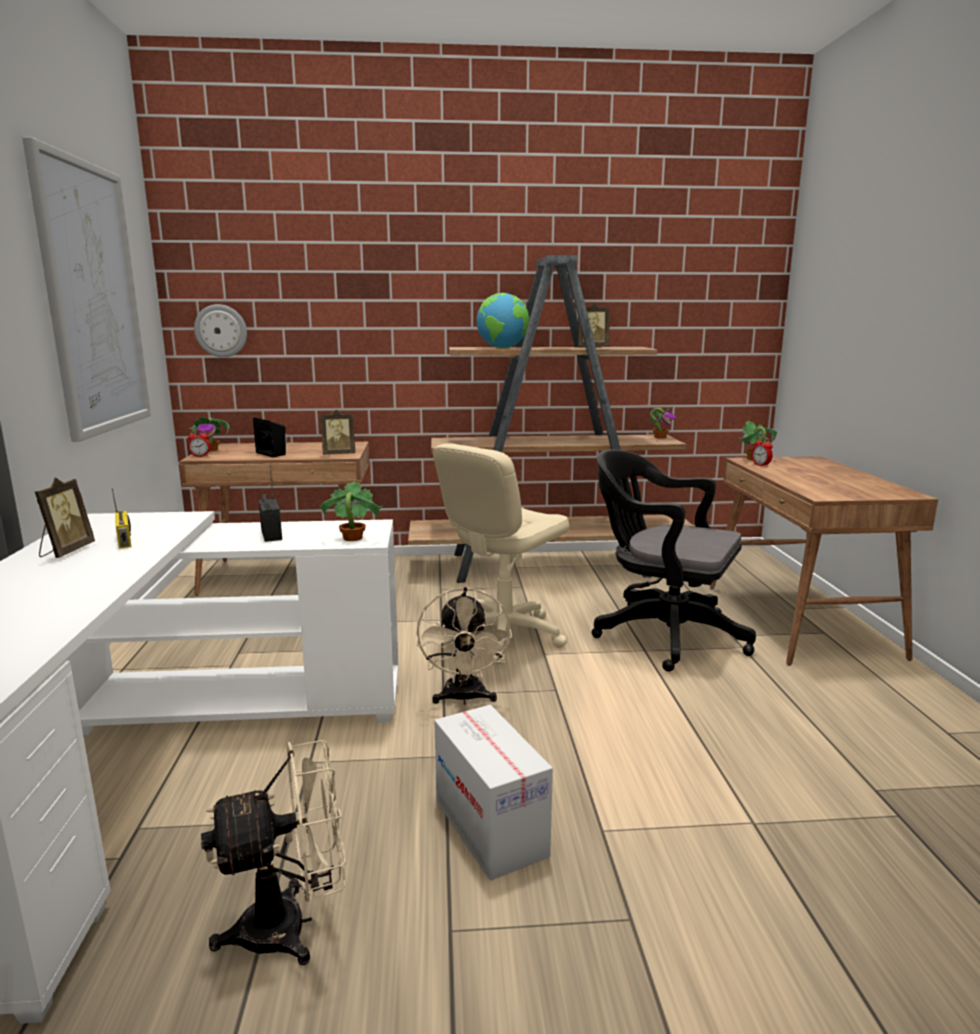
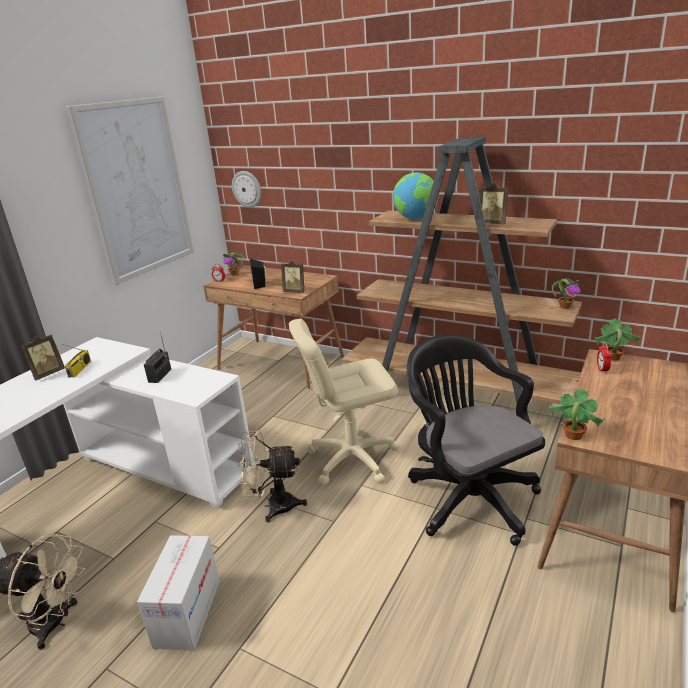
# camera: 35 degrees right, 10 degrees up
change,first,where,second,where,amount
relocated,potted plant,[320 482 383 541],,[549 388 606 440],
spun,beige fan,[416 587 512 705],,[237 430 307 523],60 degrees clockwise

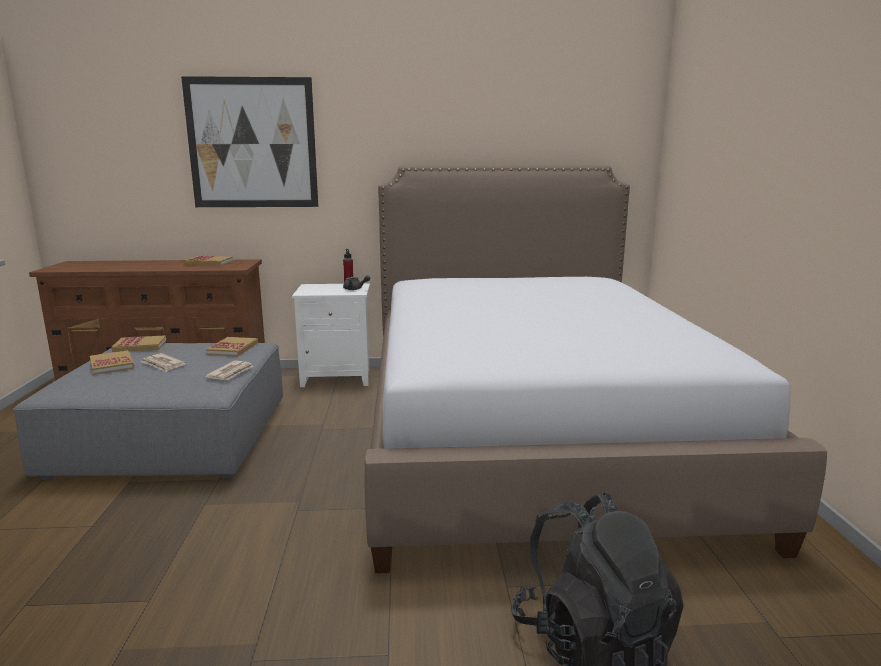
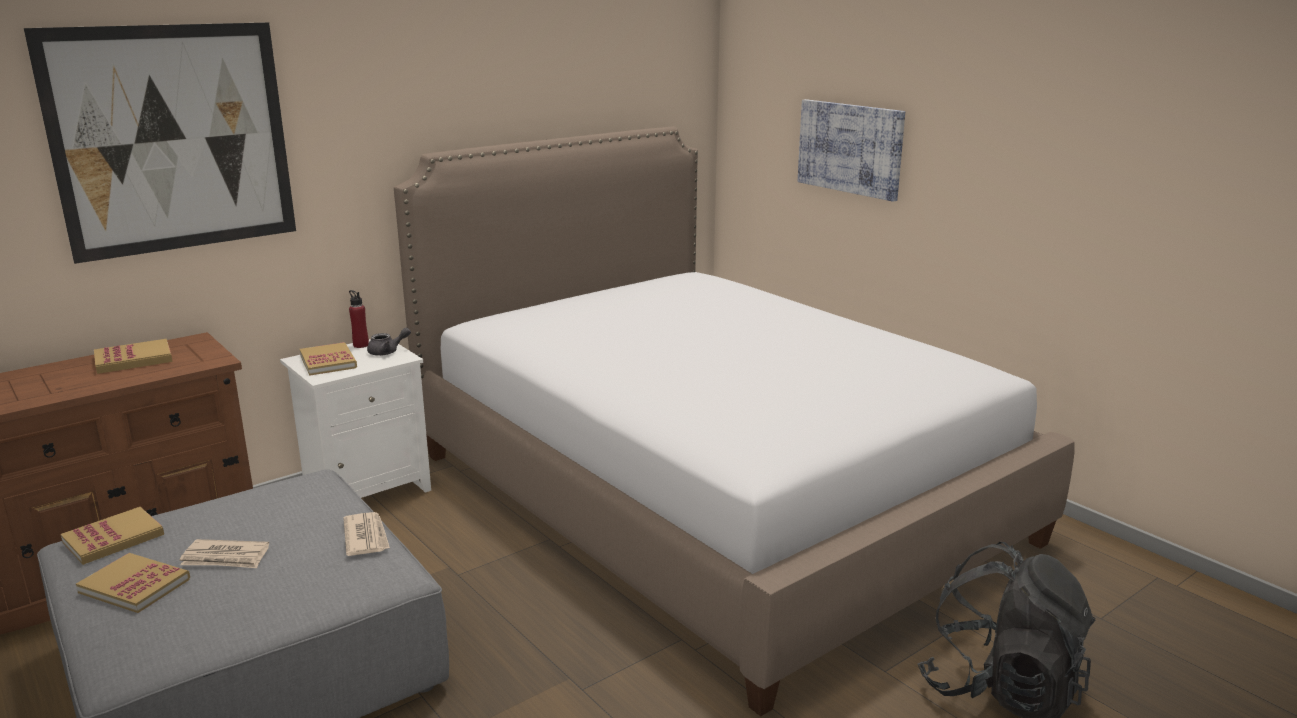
# camera: 35 degrees left, 5 degrees up
change,first,where,second,where,amount
relocated,book,[206 337 258 356],,[300 342 357 376],
appeared,,,picture,[798 99 905 202],

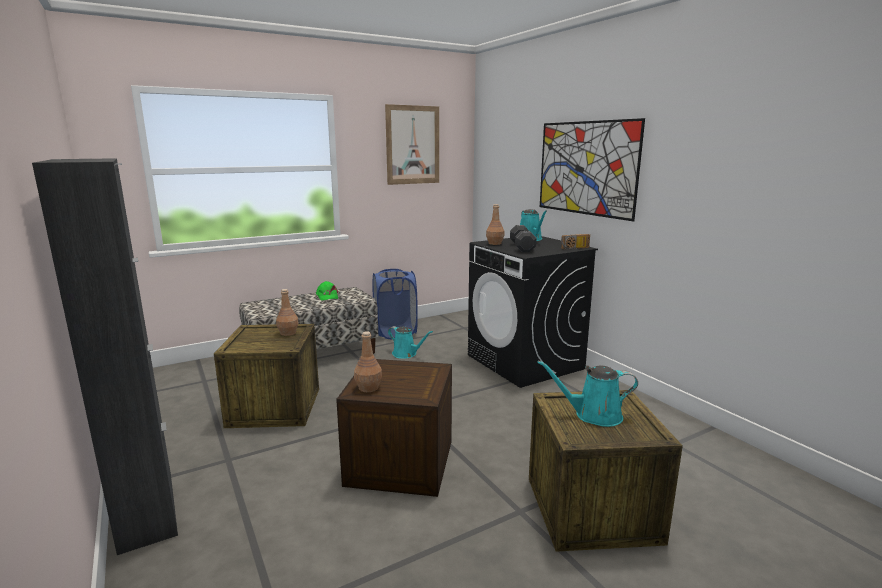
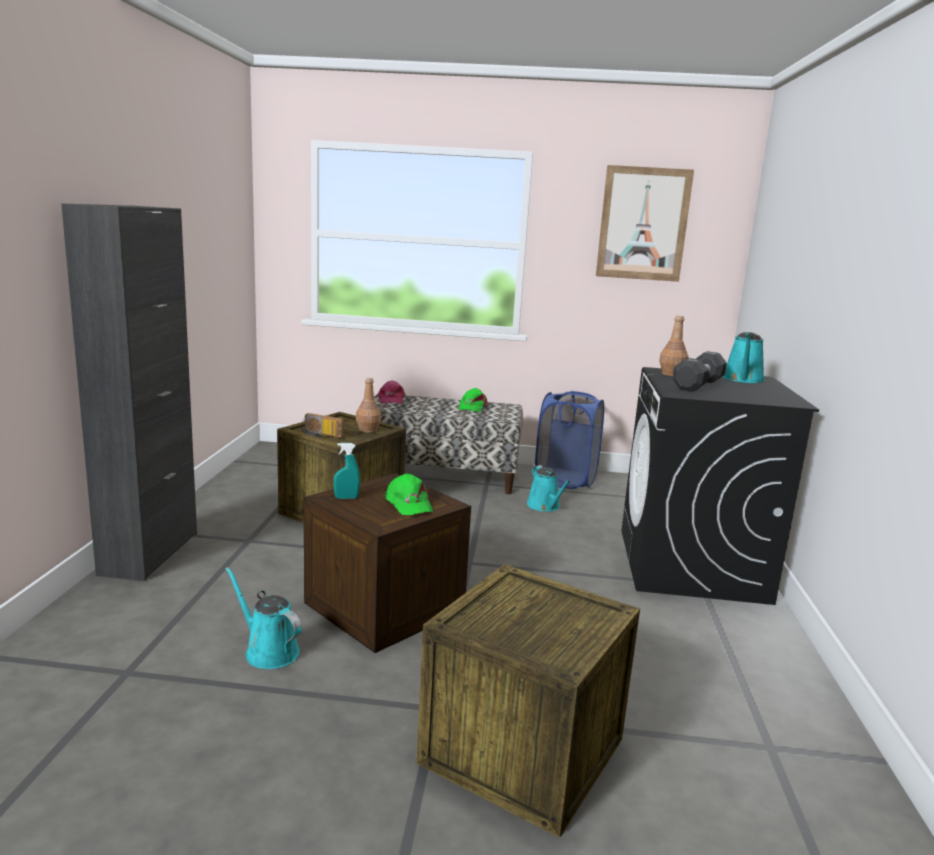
# camera: 35 degrees right, 0 degrees up
change,first,where,second,where,amount
exchanged,brown bottle,[354 331 382 392],turquoise spray bottle,[334 443 360 499],
relocated,turquoise watering can,[538 361 638 427],,[226 567 302 669],
missing,picture,[540 118 645 221],,,
relocated,radio,[561 234 590 250],,[301 413 344 438],
appeared,,,pink cap,[378 380 406 404],
appeared,,,green cap,[384 473 433 515],

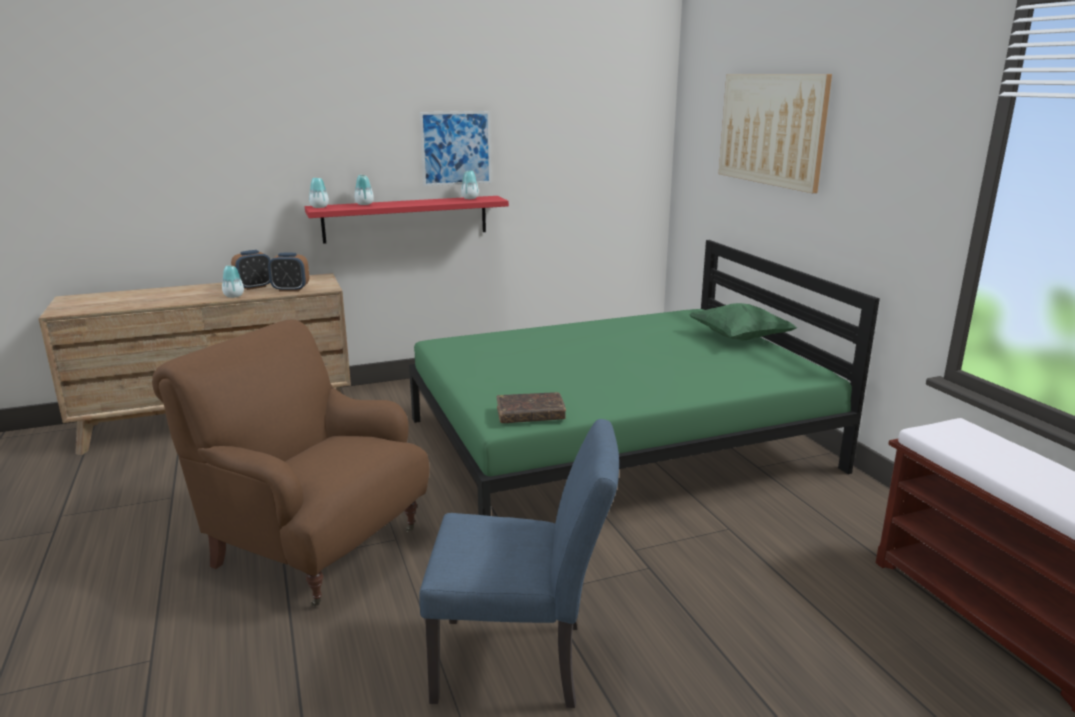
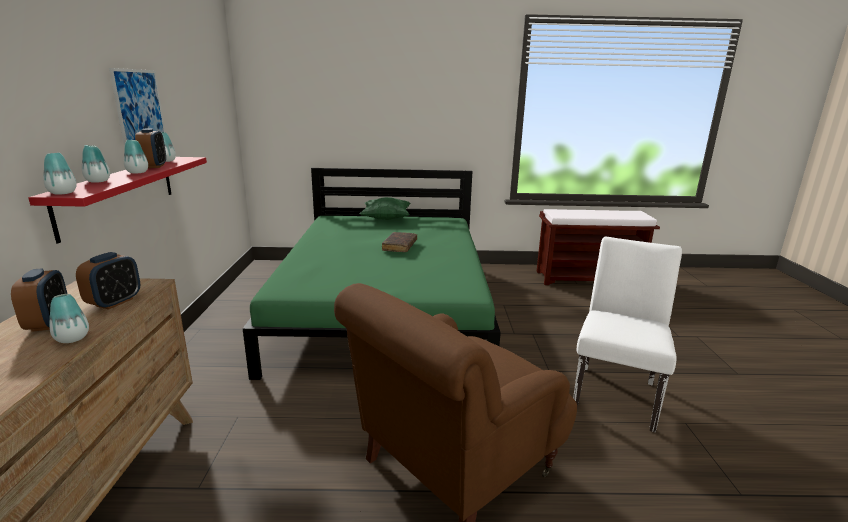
# camera: 70 degrees left, 0 degrees up
change,first,where,second,where,amount
colour,blue chair,[419 419 619 708],white chair,[573 237 682 432],
relocated,brown book,[496 392 566 423],,[382 232 417 252],
missing,picture,[719 74 832 193],,,
appeared,,,vase,[124 140 148 174],
appeared,,,alarm clock,[135 128 166 168],

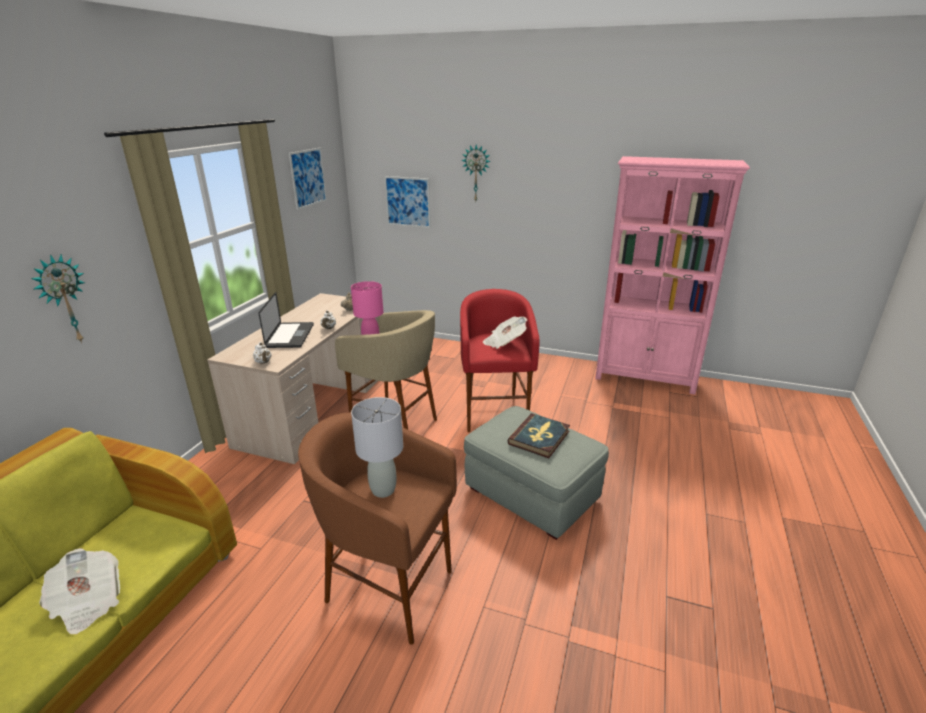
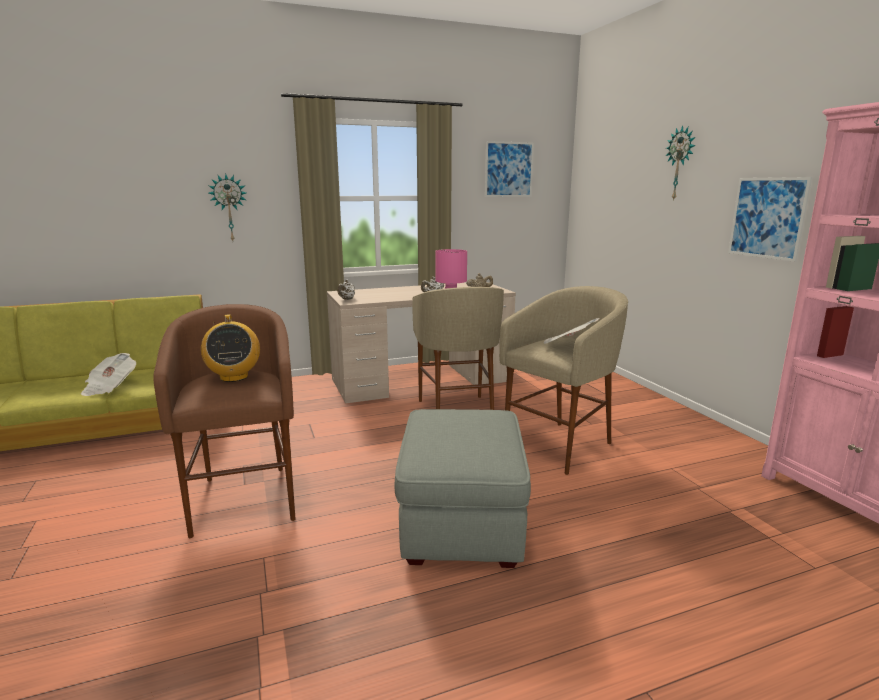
# camera: 50 degrees right, 10 degrees down
change,first,where,second,where,amount
missing,laptop,[259 292 314 348],,,
exchanged,grey table lamp,[351 397 403 498],radio,[201 314 260 382],
relocated,picture,[384 176 431 228],,[728 177 812 262],
colour,red stool,[460 289 540 432],beige stool,[499 286 628 475],
missing,book,[508 413 570 458],,,

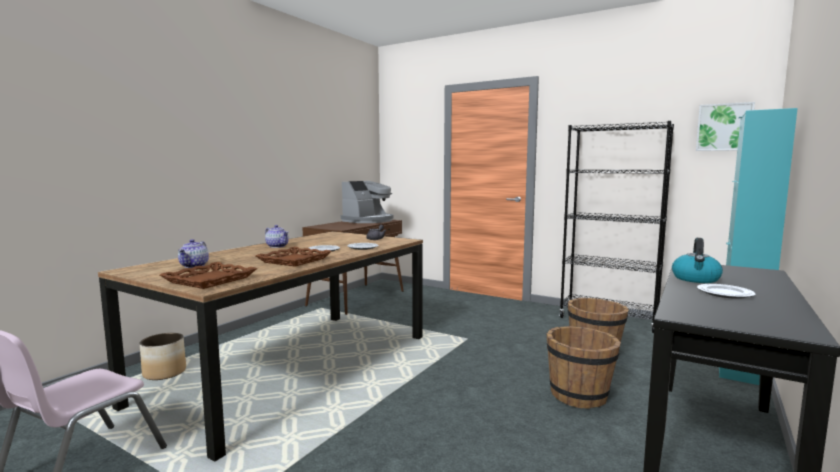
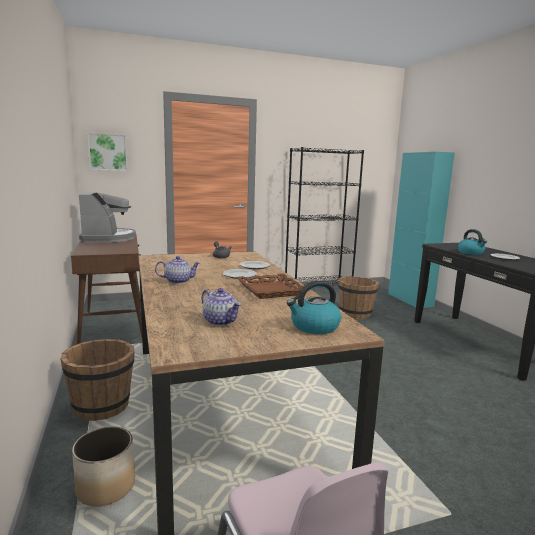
# camera: 50 degrees left, 5 degrees up
change,first,where,second,where,amount
exchanged,brown tray,[160 262 257 289],kettle,[287 281 341 334],
relocated,brown bucket,[546 326 621 409],,[60 339 135 421],
relocated,picture,[696 102 755 151],,[87 132 128 171],

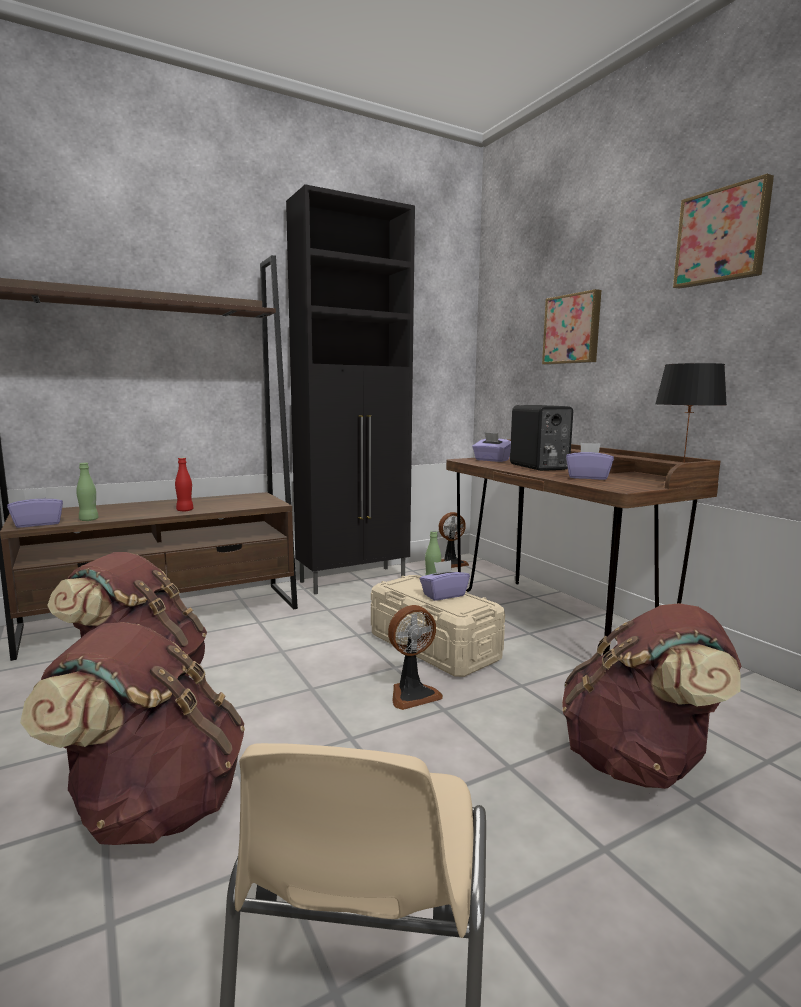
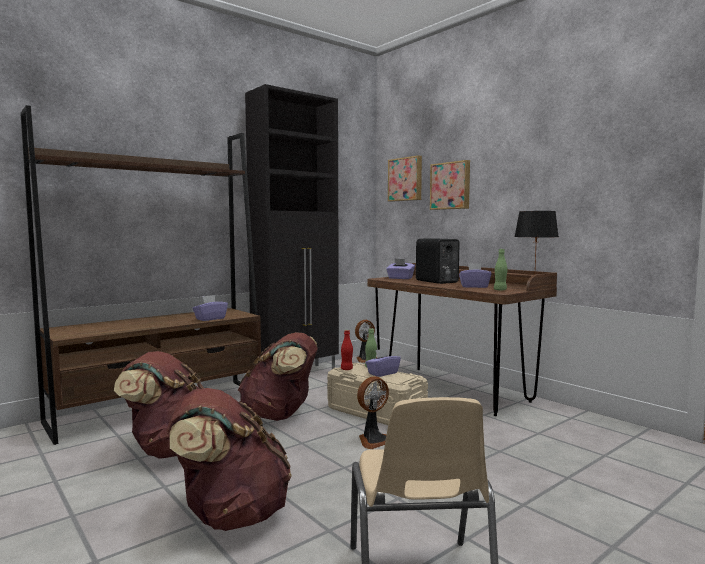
# camera: 10 degrees left, 5 degrees down
change,first,where,second,where,amount
relocated,purple tissue box,[7 488 63 528],,[193 295 228 321],
relocated,green bottle,[76 463 99 521],,[494 249 508 291],
relocated,red bottle,[175 458 193 511],,[341 330 353 370],
relocated,brown backpack,[562 603 741 789],,[238 332 318 421],
relocated,picture,[673 174 774 289],,[388 155 422 202],

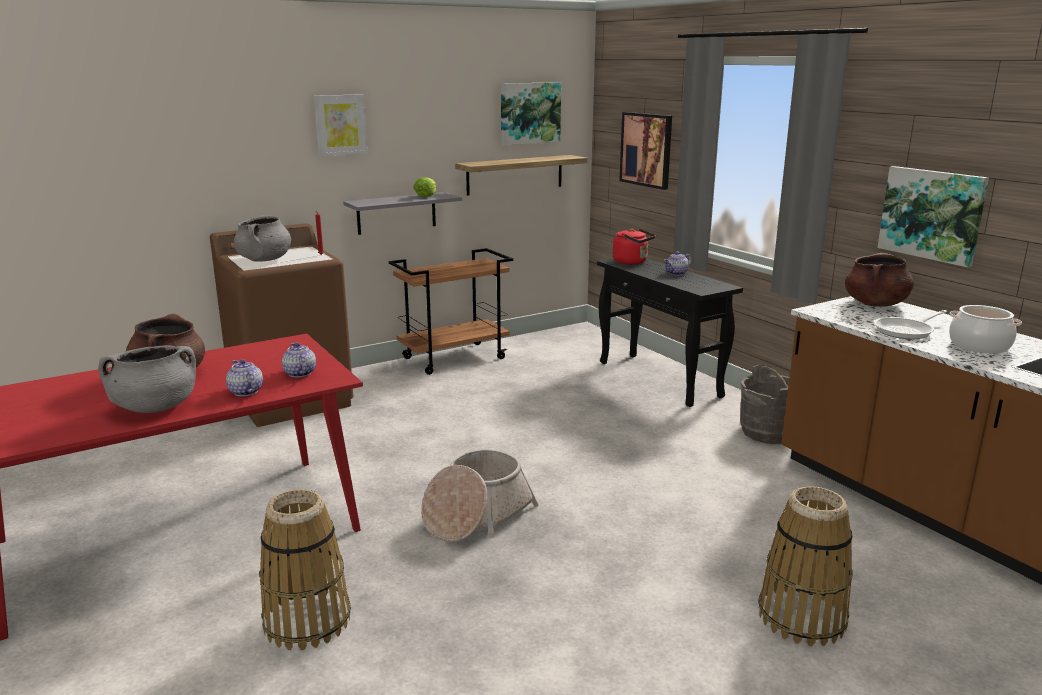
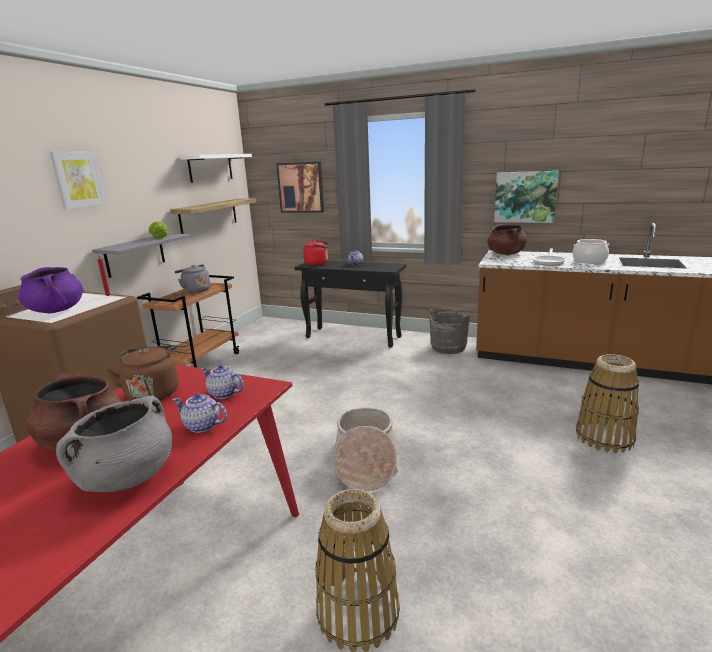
# camera: 35 degrees left, 0 degrees up
change,first,where,second,where,amount
colour,grey cooking pot,[234 215 291 261],purple cooking pot,[19 267 82 314],
exchanged,picture,[501 82 561 145],white shelf,[180 154 252 183],
appeared,,,brown kettle,[107 345 178 401],
appeared,,,grey kettle,[175 264 210 293],

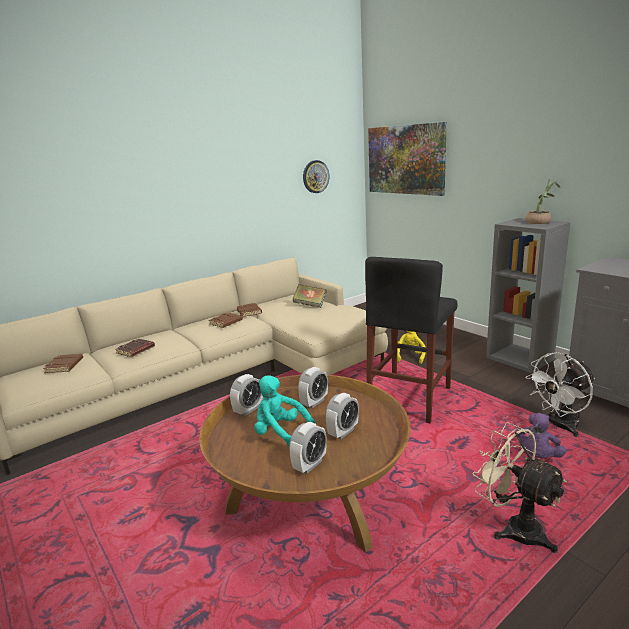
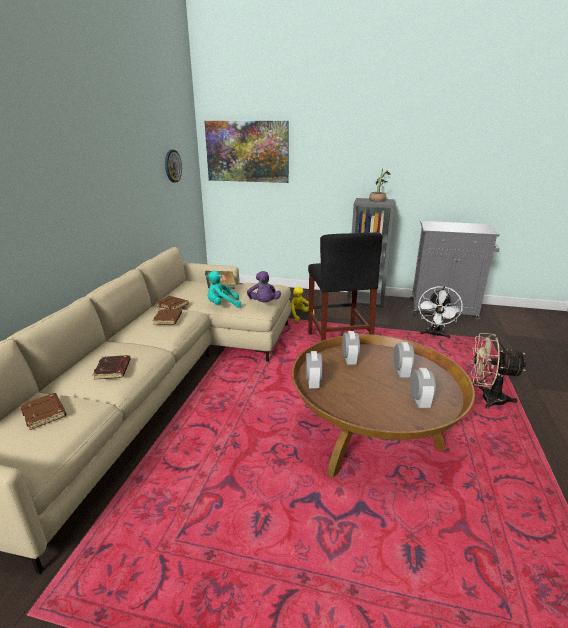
# camera: 40 degrees left, 5 degrees up
change,first,where,second,where,amount
relocated,turquoise plush toy,[254 375 316 446],,[206 271 241 308],
relocated,purple plush toy,[515 413 566 458],,[247 271 281 302],

